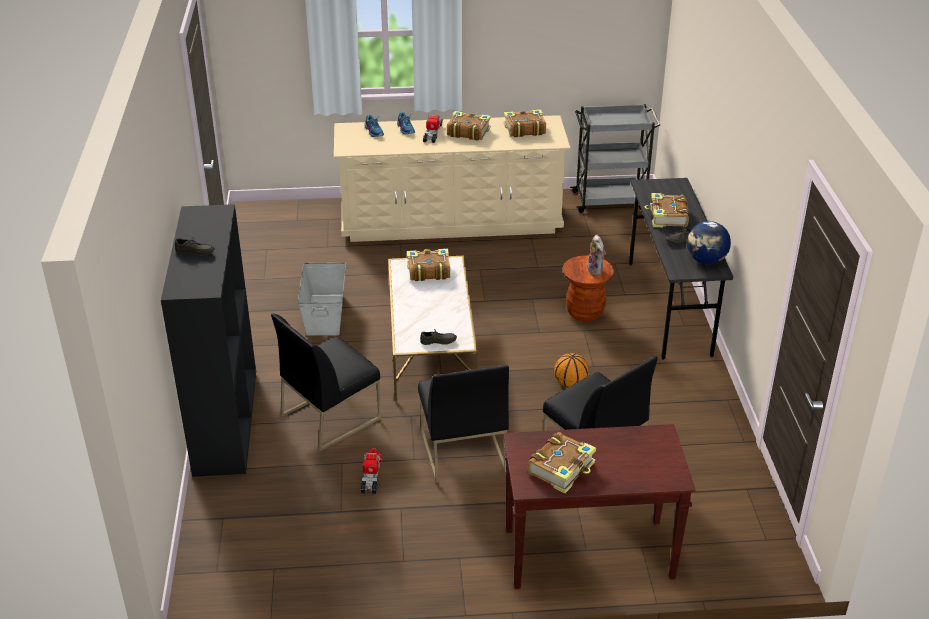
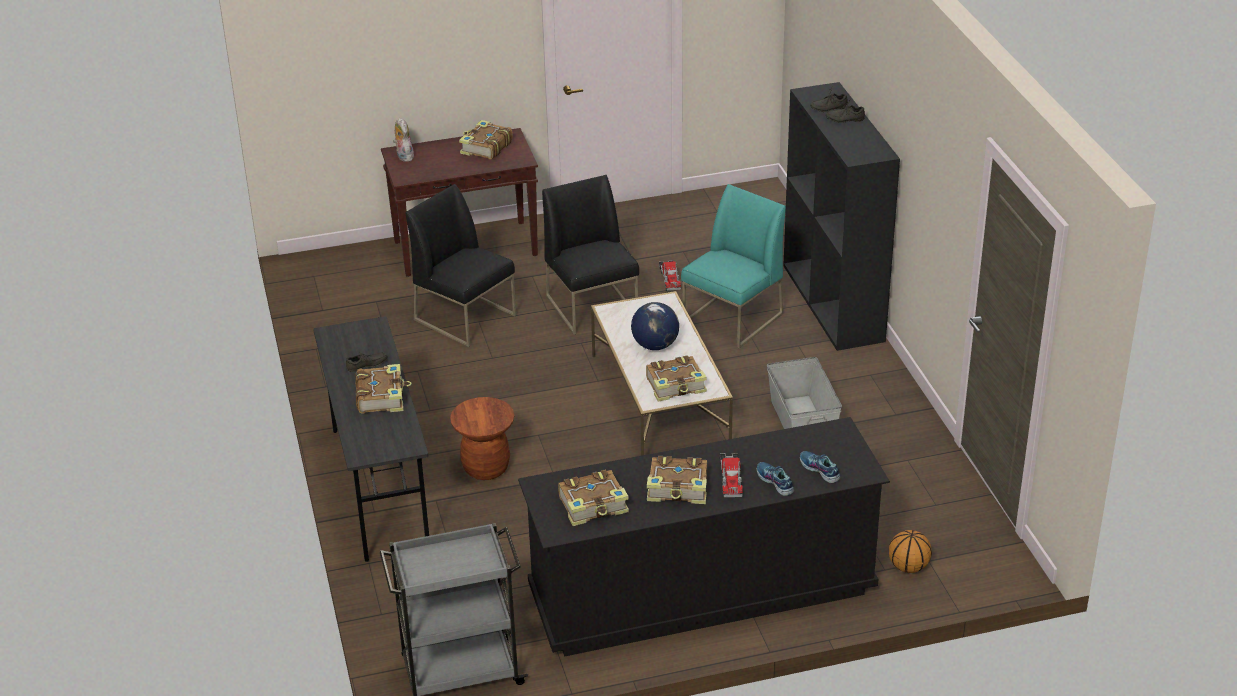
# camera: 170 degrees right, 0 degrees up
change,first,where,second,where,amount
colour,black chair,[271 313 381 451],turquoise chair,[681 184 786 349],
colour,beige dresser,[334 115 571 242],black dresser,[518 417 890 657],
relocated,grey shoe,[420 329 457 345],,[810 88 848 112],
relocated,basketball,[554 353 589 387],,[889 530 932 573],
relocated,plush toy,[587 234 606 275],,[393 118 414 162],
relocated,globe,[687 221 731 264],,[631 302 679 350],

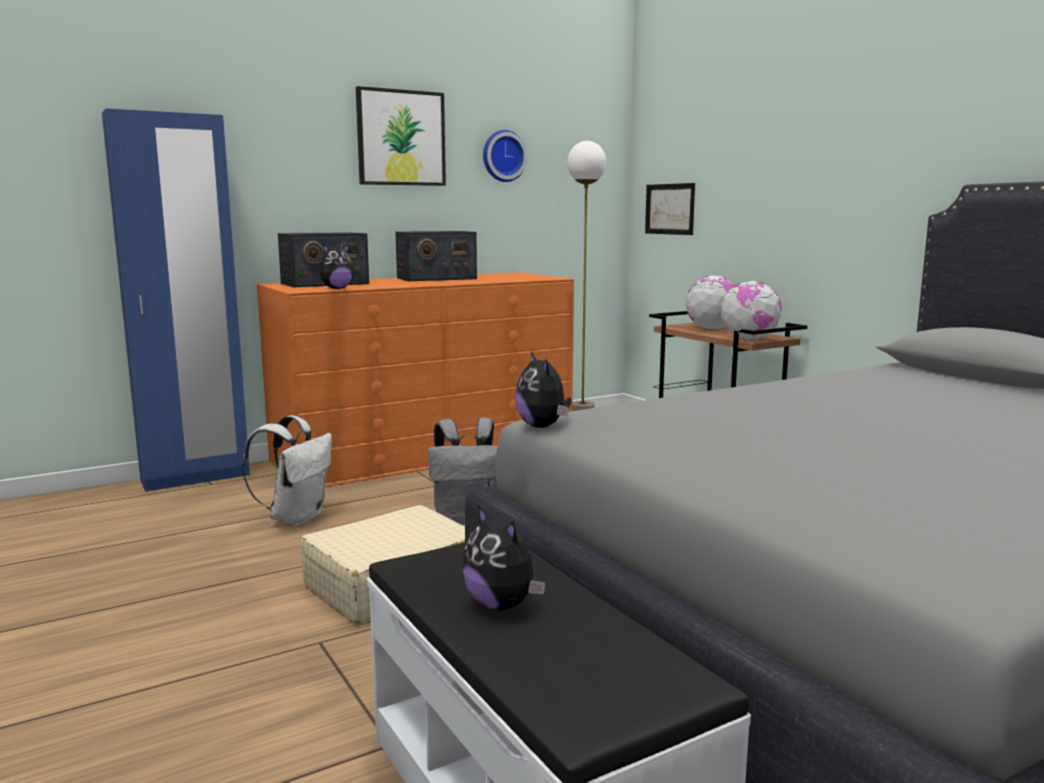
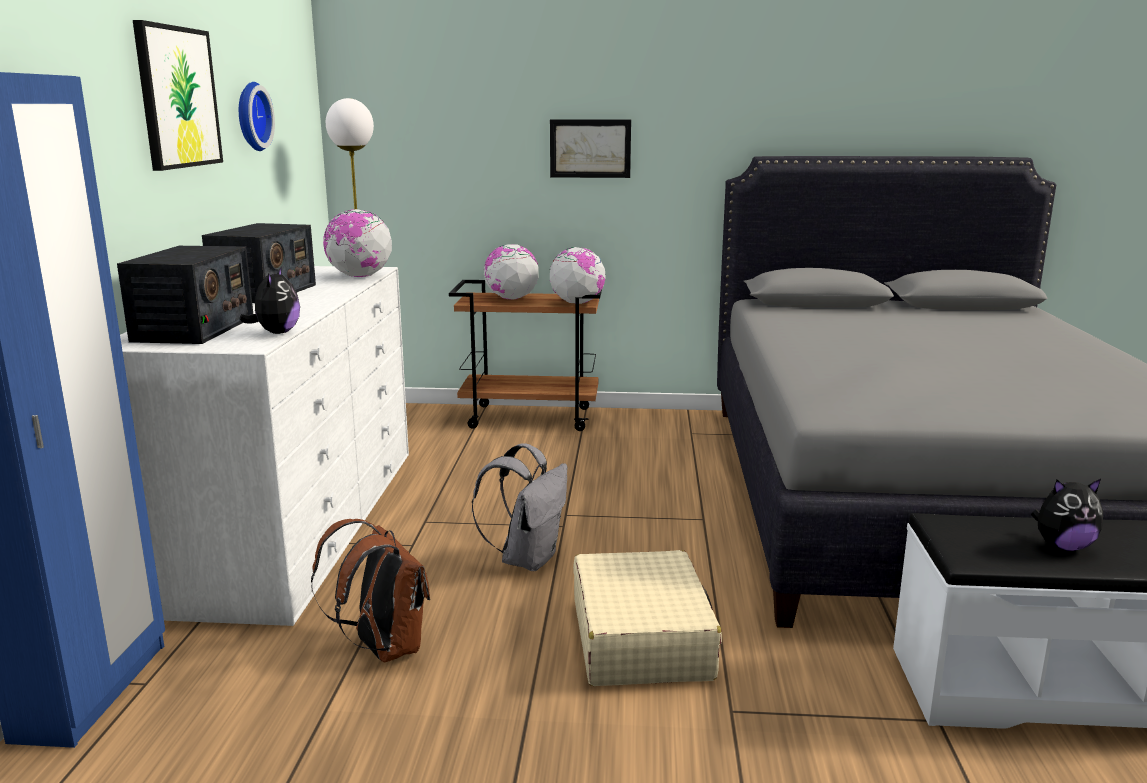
# camera: 55 degrees left, 5 degrees up
change,first,where,second,where,amount
colour,white backpack,[243 415 332 526],brown backpack,[311 519 430 662],
colour,orange dresser,[257 272 574 487],white dresser,[120 266 409 626],
missing,plush toy,[515 352 571 428],,,
relocated,picture,[645 183 695 235],,[550 119 631 178],
appeared,,,globe,[323 209 392 277],

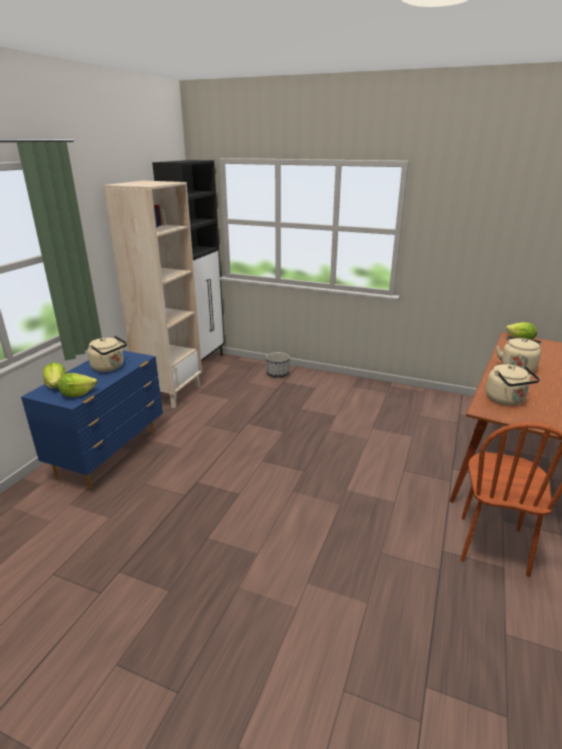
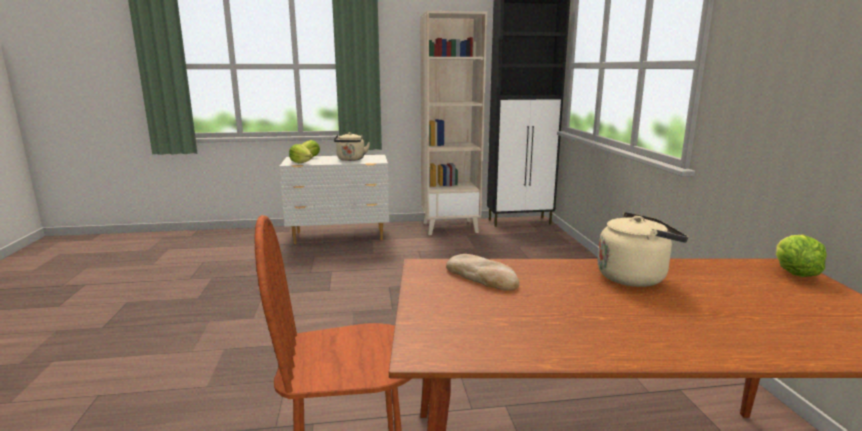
# camera: 60 degrees right, 10 degrees down
change,first,where,second,where,amount
colour,blue dresser,[21 350 163 489],white dresser,[279 155 389 244],
missing,planter,[266 352 289 378],,,
exchanged,beige kettle,[486 364 540 405],bread,[446 254 519 291],

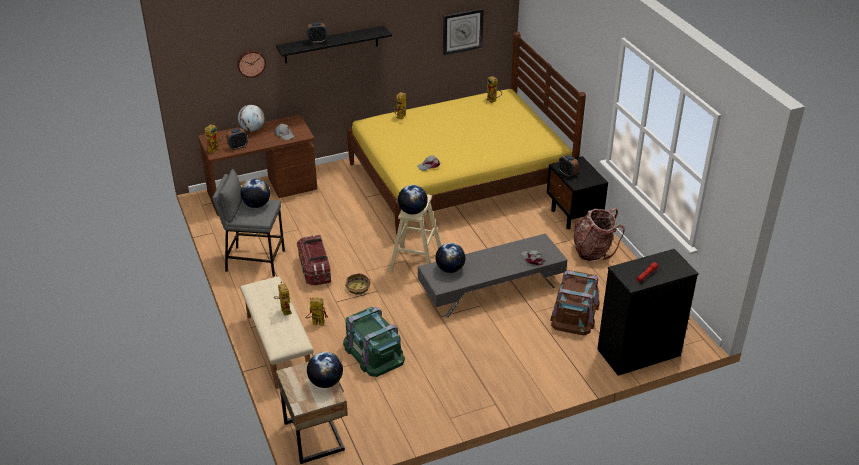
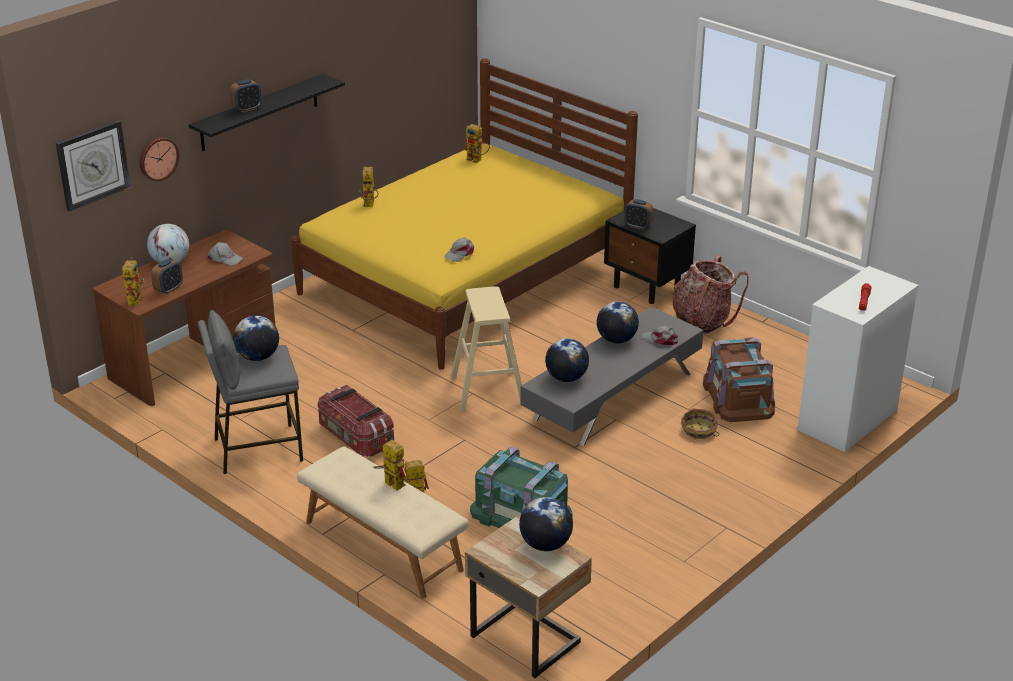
# camera: 25 degrees left, 5 degrees down
change,first,where,second,where,amount
relocated,basket,[345 273 371 296],,[681 408 719 439],
relocated,globe,[398 185 428 215],,[597 301 639 343],
relocated,wall clock,[443 8 484 55],,[56 120 130 211],
colour,black dresser,[597 249 699 376],white dresser,[797 266 919 452],

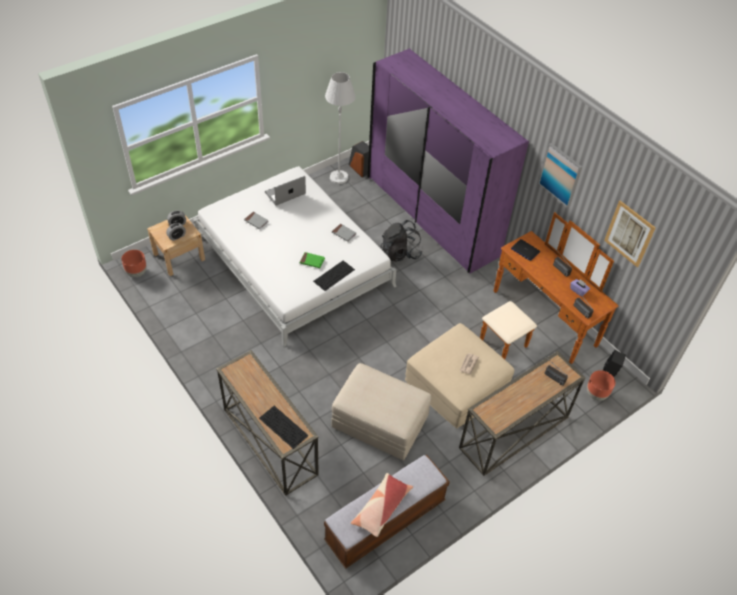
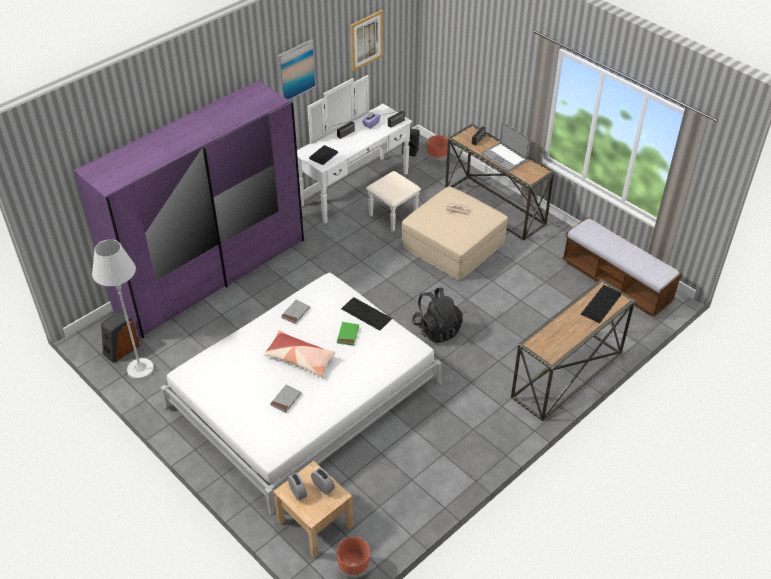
# camera: 95 degrees left, 5 degrees down
change,first,where,second,where,amount
relocated,laptop,[265 176 306 206],,[481 121 530 172],
missing,beige ottoman,[331 363 431 460],,,
relocated,pillow,[351 473 413 537],,[264 330 335 377],
relocated,black backpack,[381 220 422 262],,[412 288 463 343],
colour,brown dresser,[480 212 618 364],white dresser,[297 75 421 231],

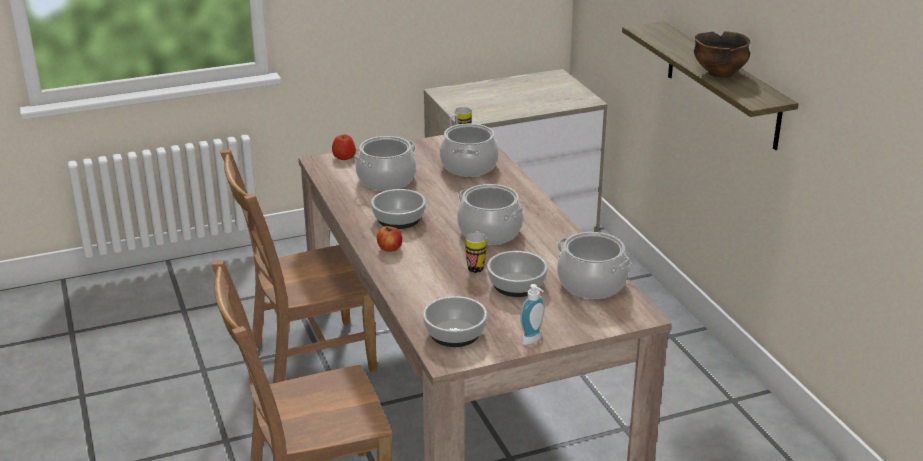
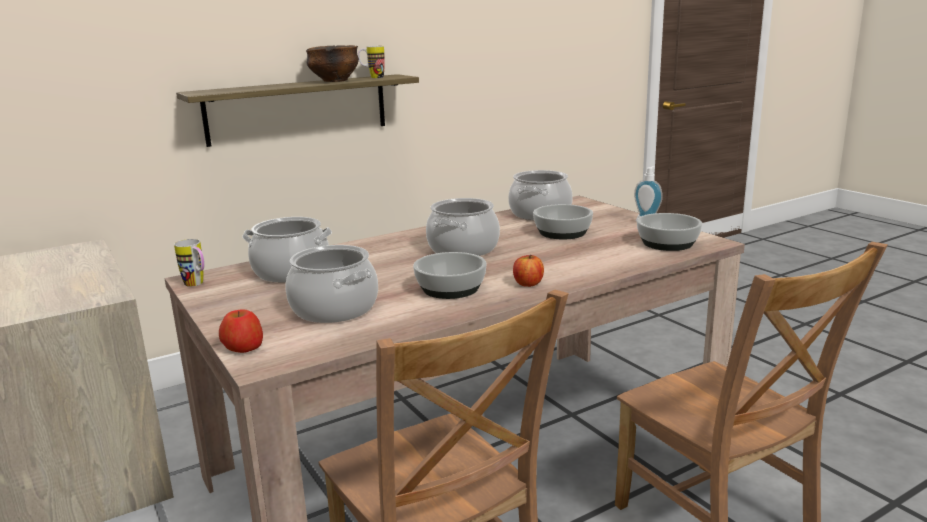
# camera: 100 degrees left, 10 degrees down
change,first,where,second,where,amount
relocated,mug,[465 231 487 273],,[358 46 385 78],

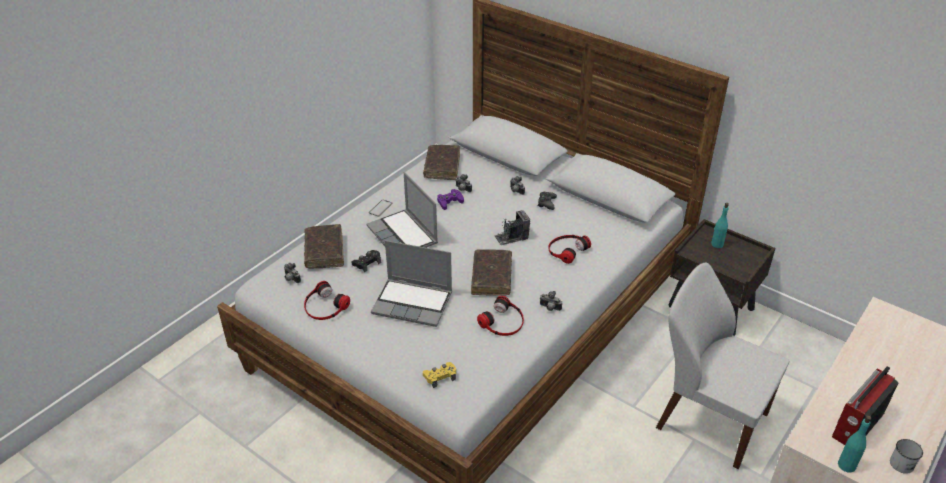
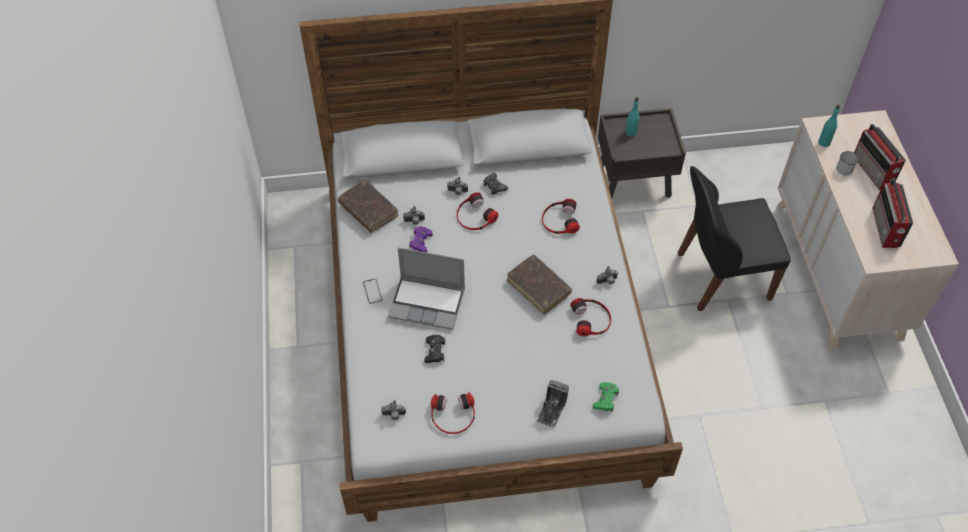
# camera: 45 degrees left, 15 degrees up
change,first,where,second,where,amount
missing,brown book,[304 224 344 268],,,
missing,laptop,[371 240 452 327],,,
colour,yellow game controller,[423 362 456 388],green game controller,[593 382 619 412],
relocated,photo camera,[494 210 530 245],,[537 380 569 428],
colour,white chair,[656 262 789 469],black chair,[678 166 791 311],
relocated,turquoise bottle,[838 415 871 473],,[818 104 840 147],
relocated,white mug,[890 439 923 474],,[836 151 858 176],
appeared,,,headphones,[457 192 498 230],
appeared,,,radio,[854 124 906 190],

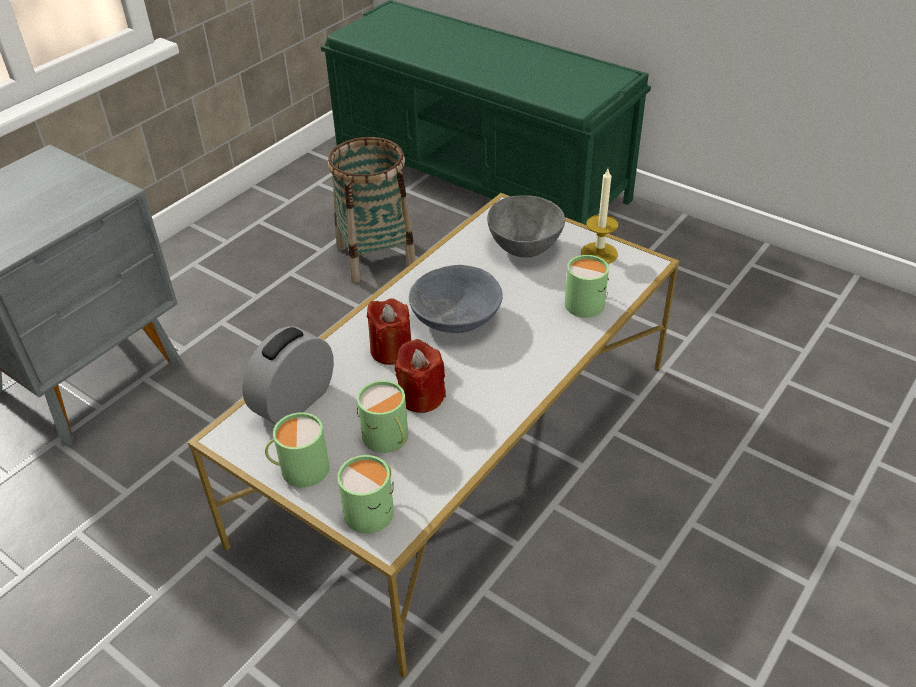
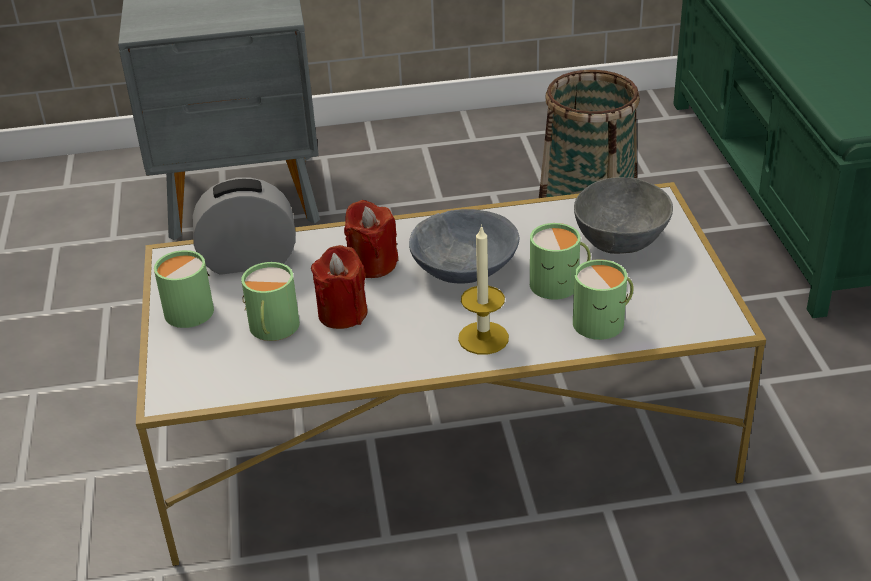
# camera: 45 degrees right, 5 degrees down
change,first,where,second,where,amount
relocated,green mug,[337 455 394 534],,[530 223 591 300],
relocated,candle,[581 169 618 264],,[458 225 509 355],

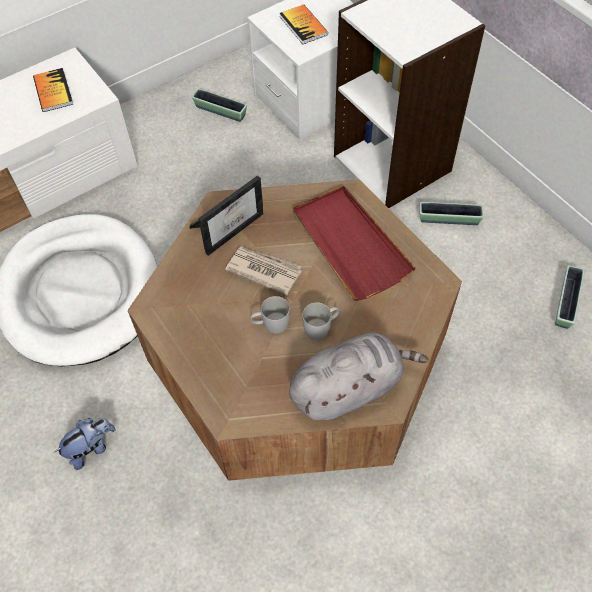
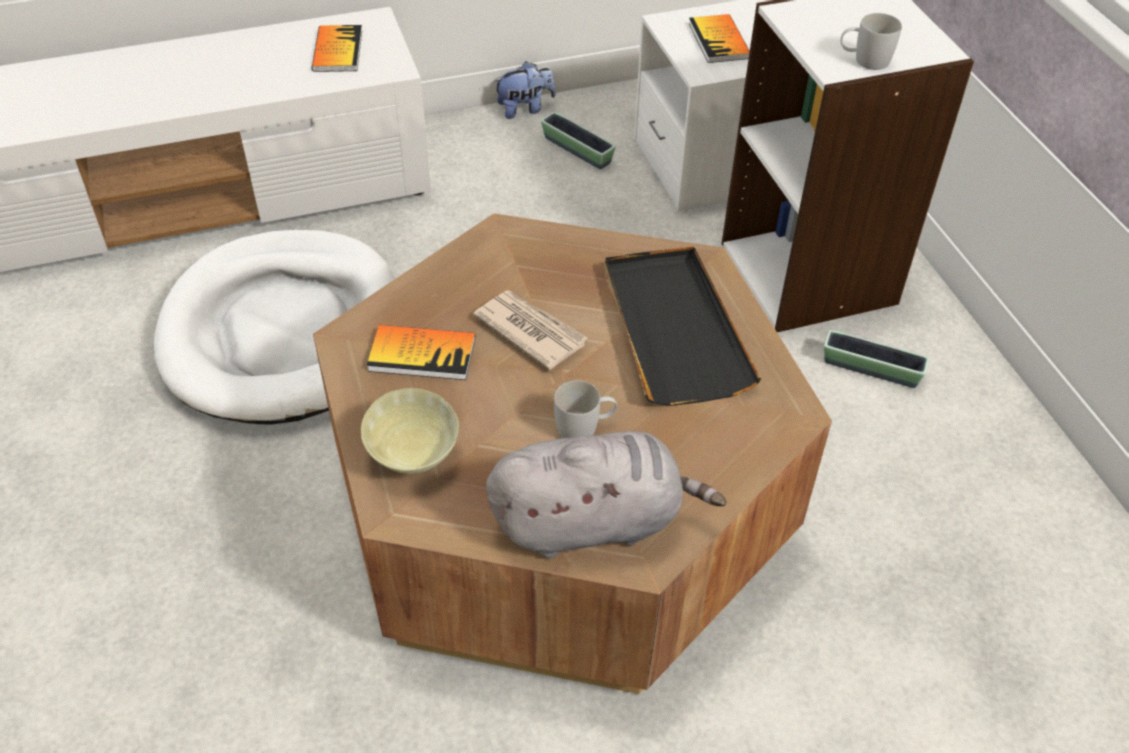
# camera: 15 degrees right, 10 degrees down
change,first,where,second,where,amount
relocated,plush toy,[55 418 116 470],,[494 61 556 119],
missing,picture frame,[189 175 264 256],,,
relocated,white mug,[250 296 290 334],,[841 13 902 70],
colour,red tray,[293 185 416 301],black tray,[604 246 761 406],
missing,planter,[555 265 585 329],,,
appeared,,,beige bowl,[361 388 459 474],
appeared,,,book,[367 325 475 380],

